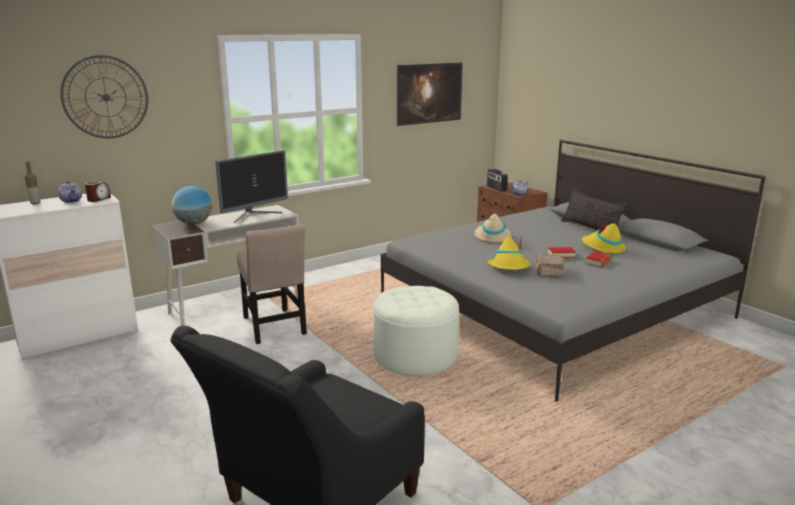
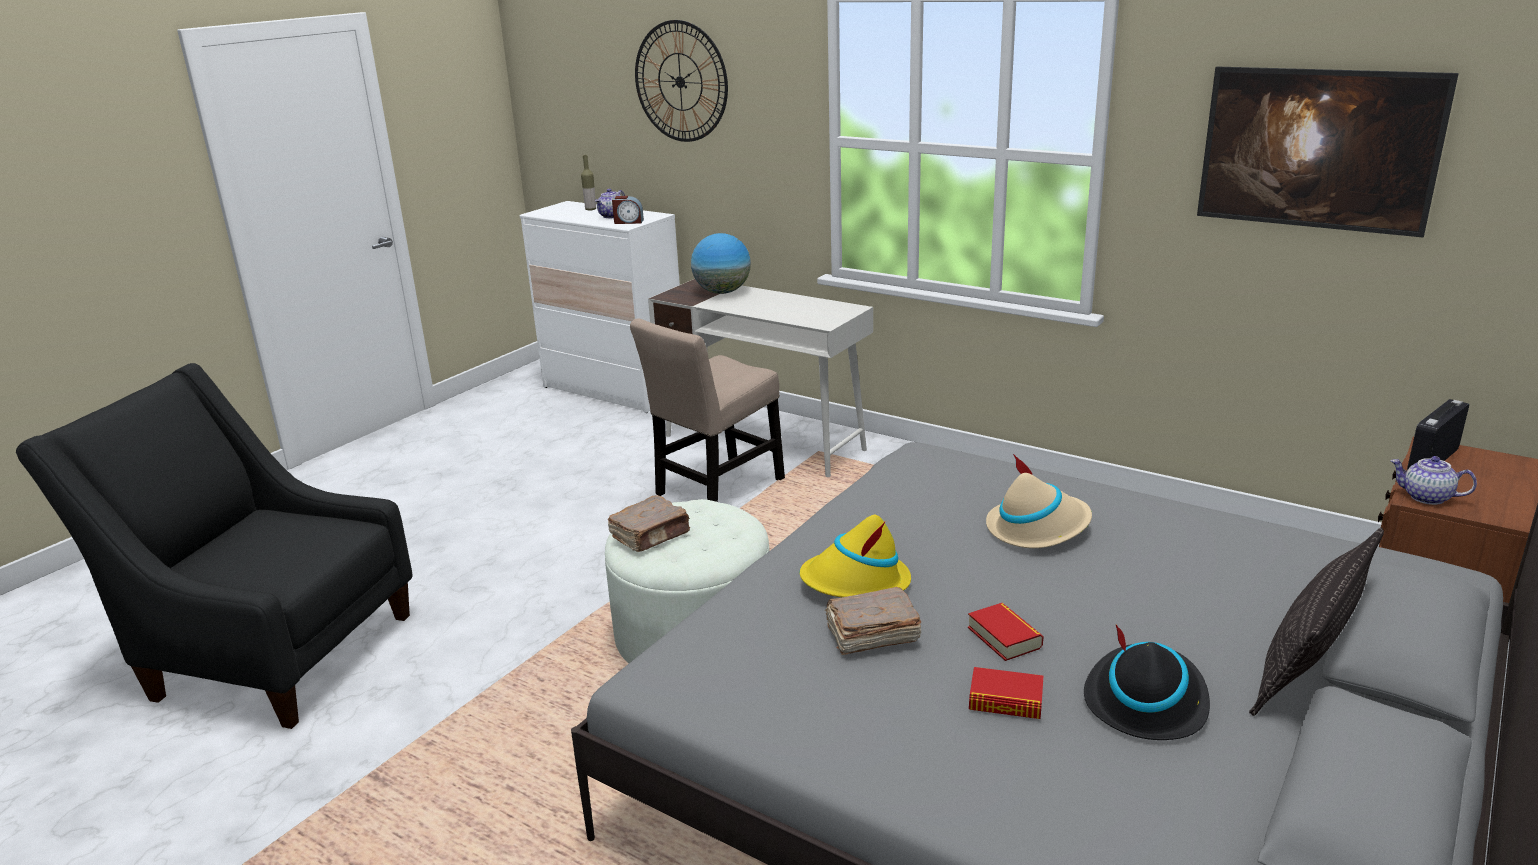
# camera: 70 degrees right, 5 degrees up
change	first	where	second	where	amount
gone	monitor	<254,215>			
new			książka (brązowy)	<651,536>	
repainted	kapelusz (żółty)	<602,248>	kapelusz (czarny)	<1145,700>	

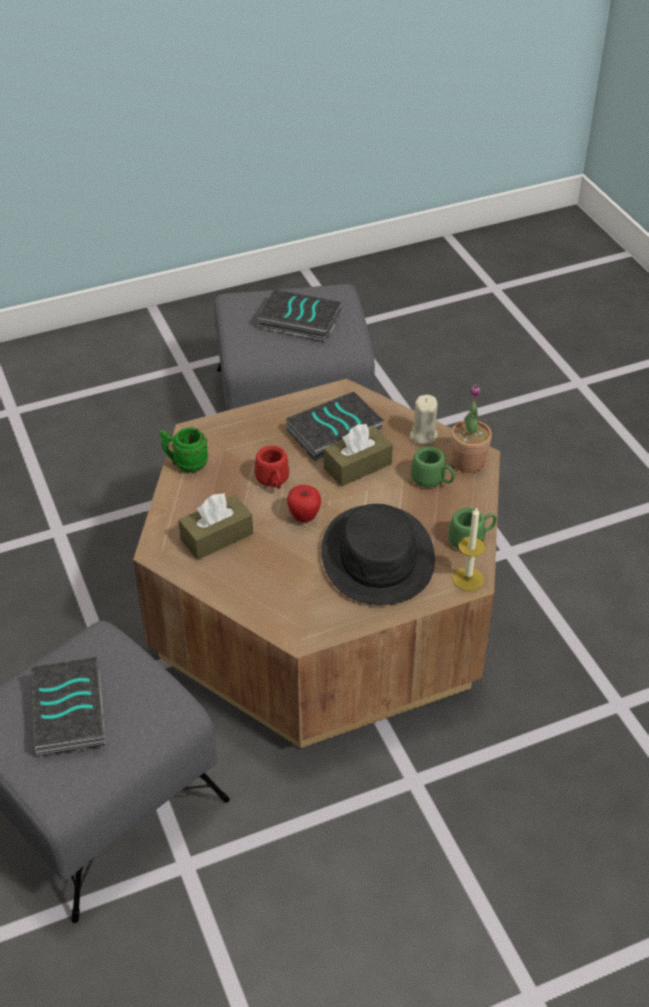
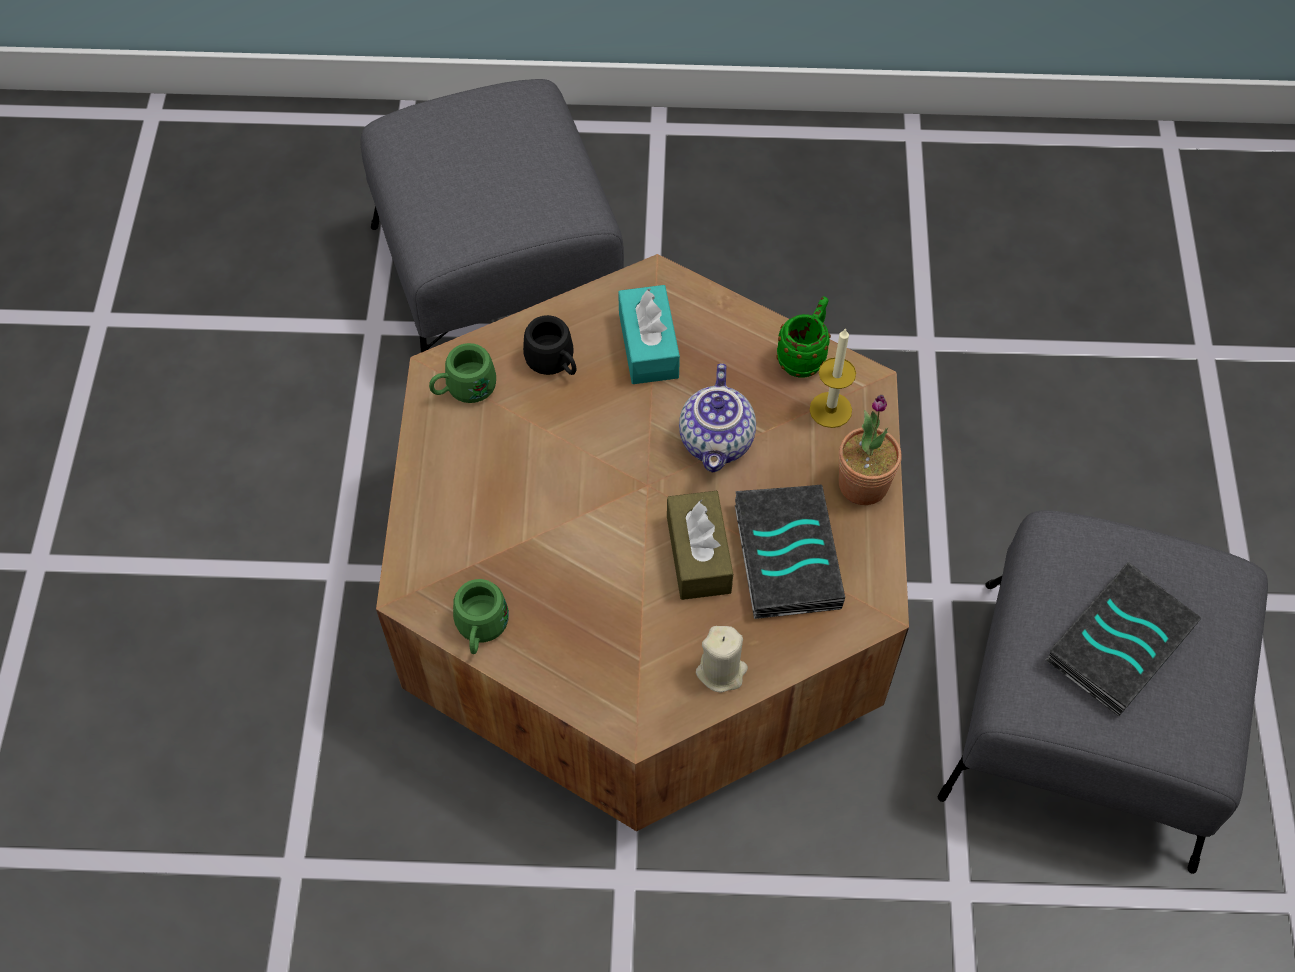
# camera: 115 degrees right, 15 degrees up
change	first	where	second	where	amount
gone	książka	<71,712>			
gone	jabłko	<304,517>			
gone	kapelusz (czarny)	<378,556>			
new			kubek (czarny)	<554,363>	
shifted	kubek (zielony)	<432,481>		<464,389>	
shifted	roślina doniczkowa	<468,462>		<863,484>	
shifted	świeca	<468,579>		<830,410>	
swapped	kubek (czerwony)	<273,481>	imbryk	<718,442>	
repainted	pudełko chusteczek (brązowy)	<217,536>	pudełko chusteczek (turkusowy)	<648,345>	

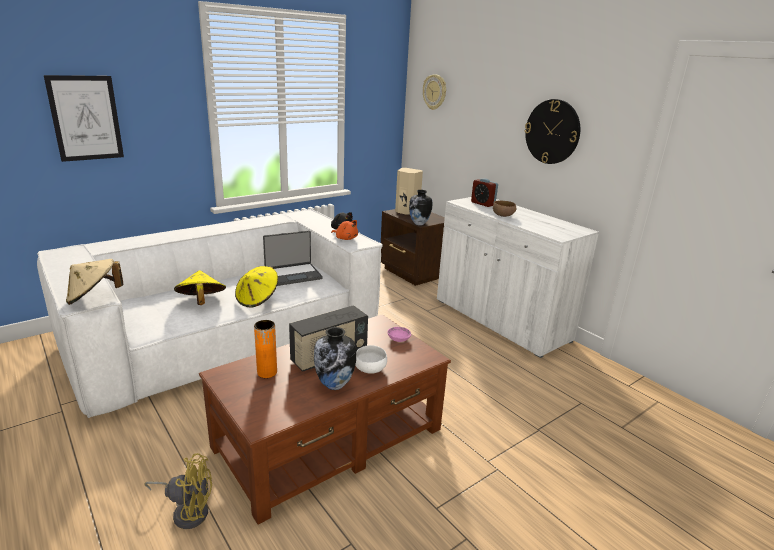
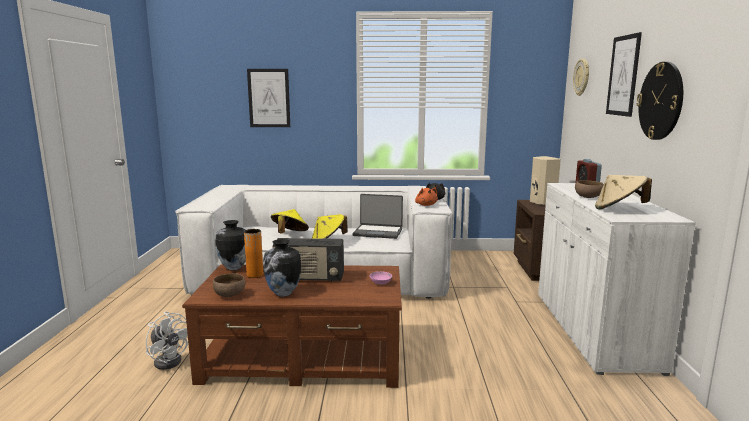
# camera: 40 degrees right, 10 degrees down
change	first	where	second	where	amount
gone	miska (biały)	<370,370>			
new			miska (brązowy)	<230,294>	
new			obraz	<623,75>	
shifted	kapelusz (beżowy)	<94,297>		<618,209>	
shifted	wazon	<419,224>		<233,268>	
repainted	wentylator (żółty)	<187,511>	wentylator (biały)	<170,360>	

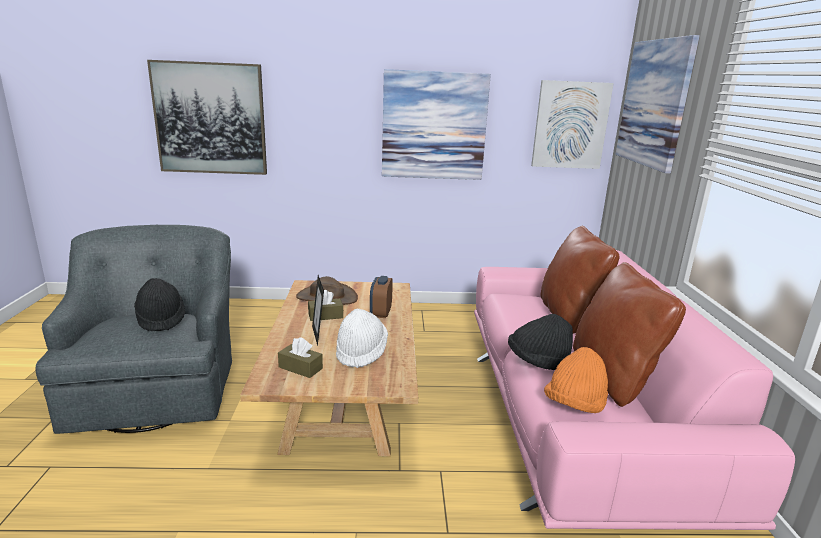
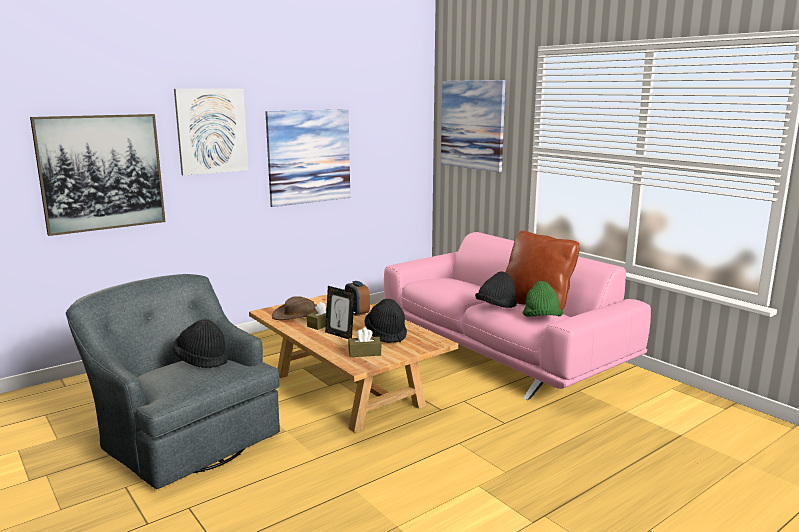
# camera: 35 degrees left, 5 degrees down
change	first	where	second	where	amount
gone	poduszka (brązowy)	<569,317>			
shifted	obraz	<570,125>		<211,131>	
repainted	kapelusz (biały)	<361,352>	kapelusz (czarny)	<386,334>	
repainted	kapelusz (pomarańczowy)	<574,405>	kapelusz (zielony)	<541,319>	

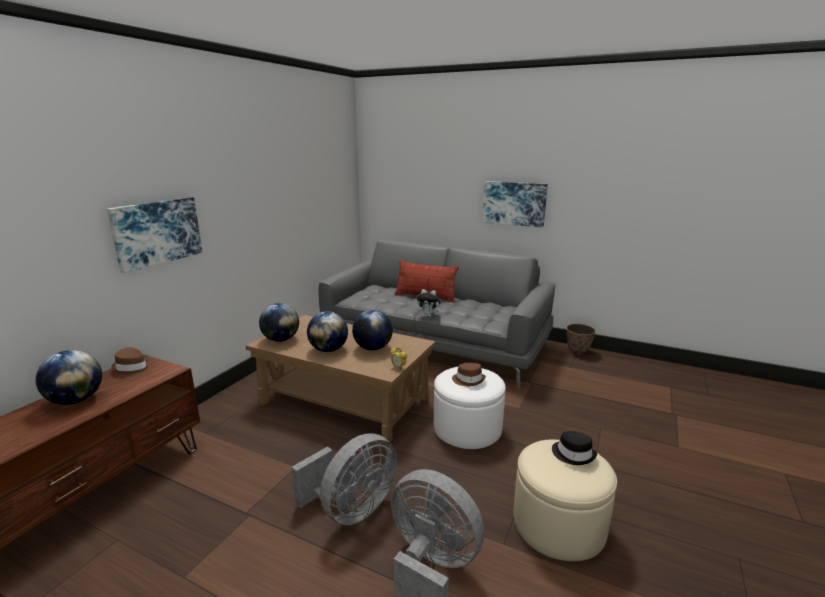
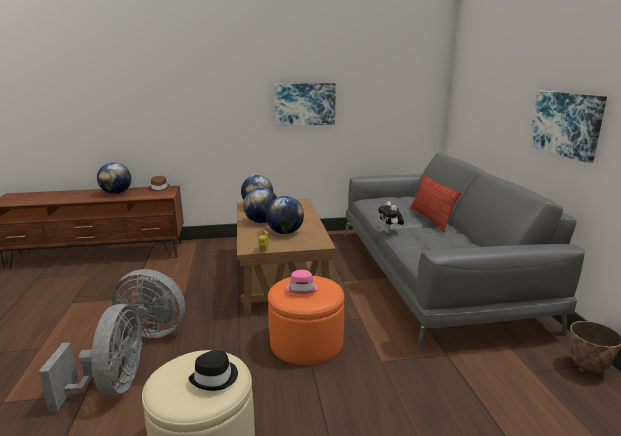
# camera: 55 degrees right, 0 degrees up
change	first	where	second	where	amount
shifted	obraz	<157,232>		<304,104>	
repainted	pufa (biały)	<467,428>	pufa (pomarańczowy)	<306,342>	
repainted	kapelusz (brązowy)	<468,380>	kapelusz (różowy)	<302,288>	

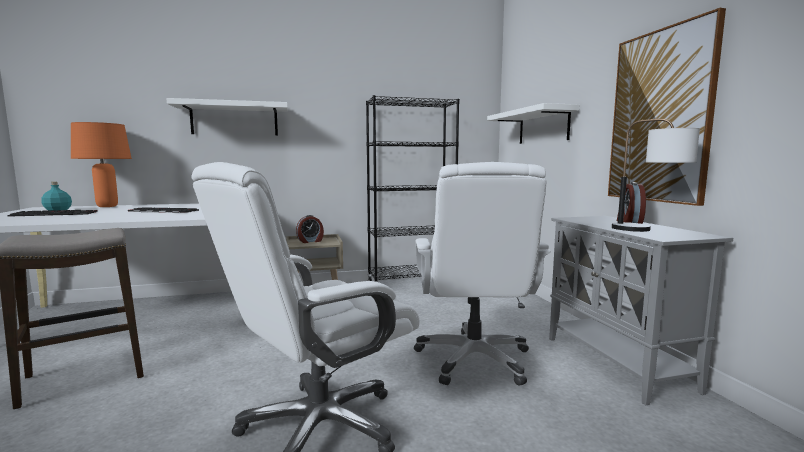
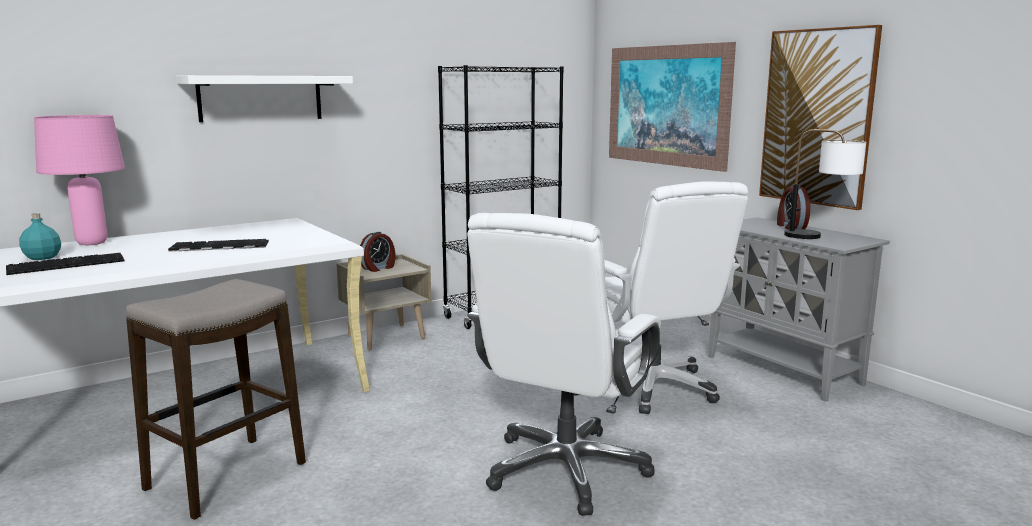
# camera: 20 degrees left, 5 degrees up
change	first	where	second	where	amount
swapped	półka (biały)	<543,126>	obraz	<666,105>	
repainted	lampa stołowa (pomarańczowy)	<107,206>	lampa stołowa (różowy)	<91,243>	

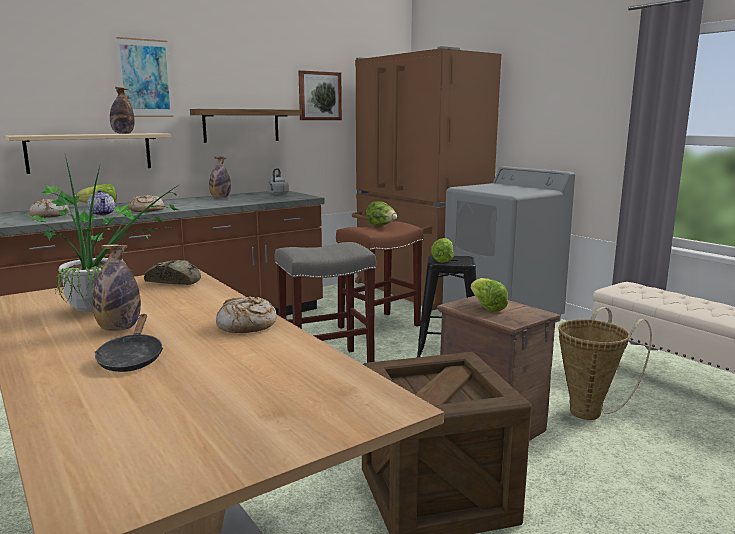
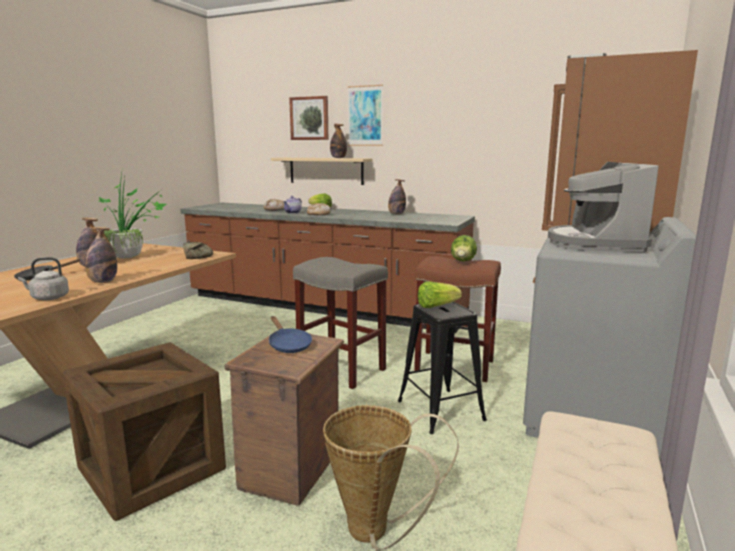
# camera: 60 degrees right, 0 degrees up
change	first	where	second	where	amount
gone	półka	<241,125>			
new			ekspres do kawy	<594,243>	
shifted	czajnik (szary)	<277,195>		<48,298>	
shifted	obraz	<319,96>		<309,118>	
swapped	chleb	<247,325>	butelka	<103,282>	
swapped	sałata	<486,307>	patelnia (niebieski)	<288,345>	

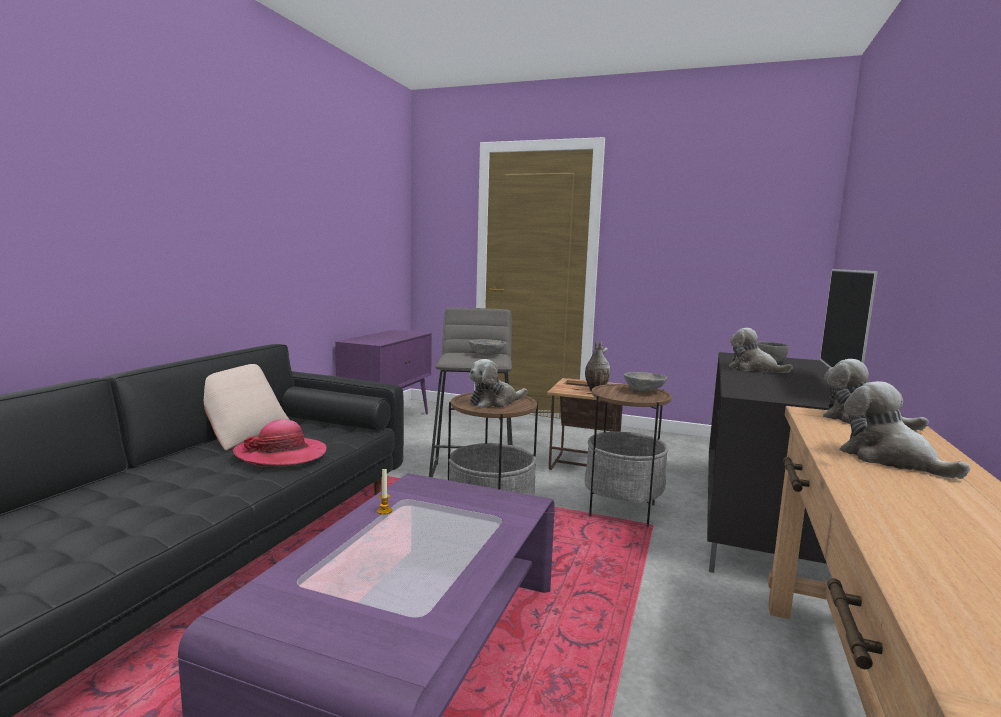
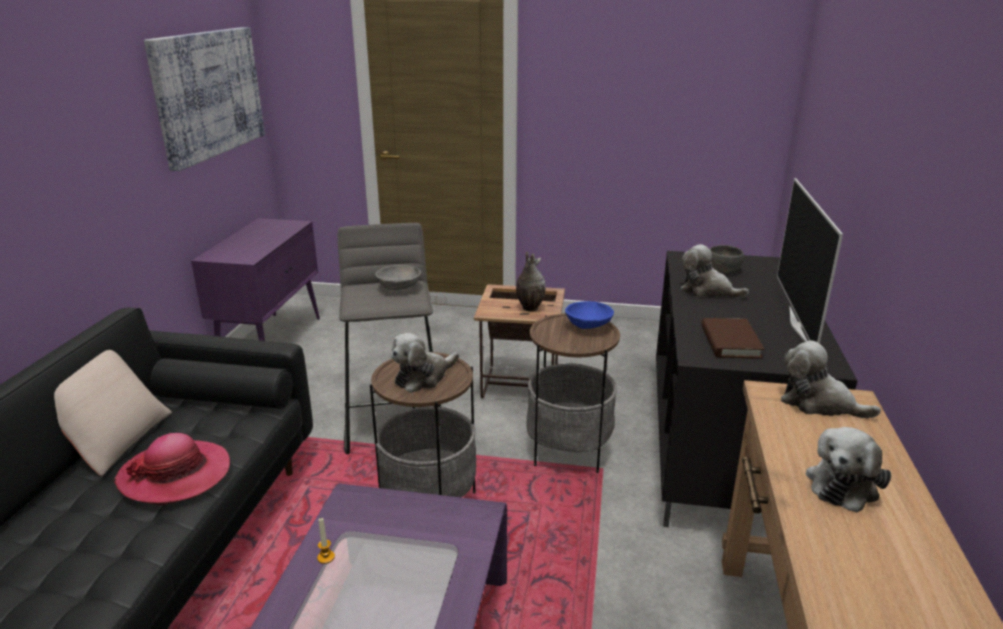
# camera: 10 degrees left, 15 degrees up
change	first	where	second	where	amount
new			obraz	<207,93>	
new			książka (brązowy)	<730,342>	
repainted	miska (szary)	<644,390>	miska (niebieski)	<589,326>	
rotated	pluszak	<890,459>		<843,483>	105 degrees counterclockwise

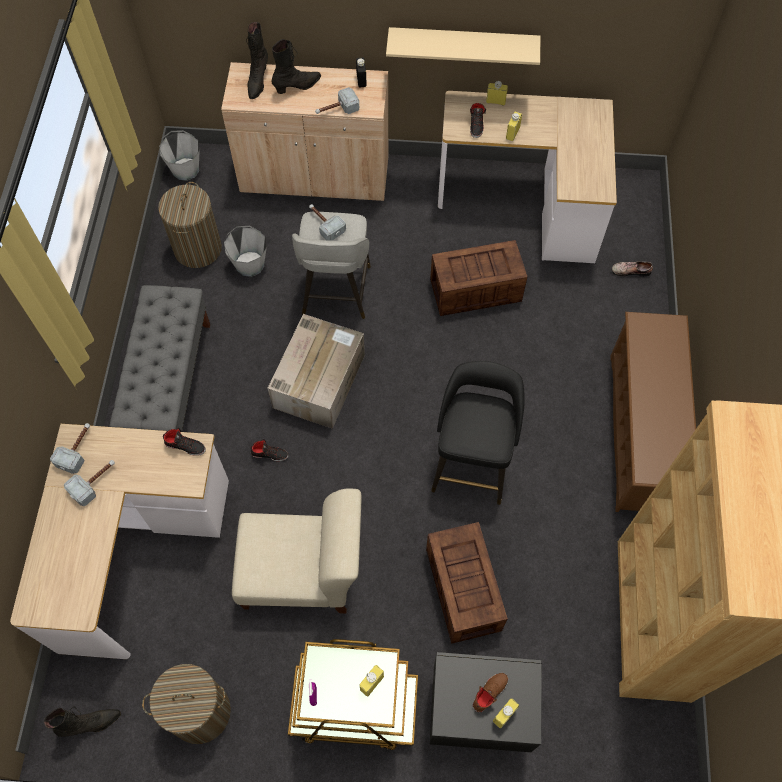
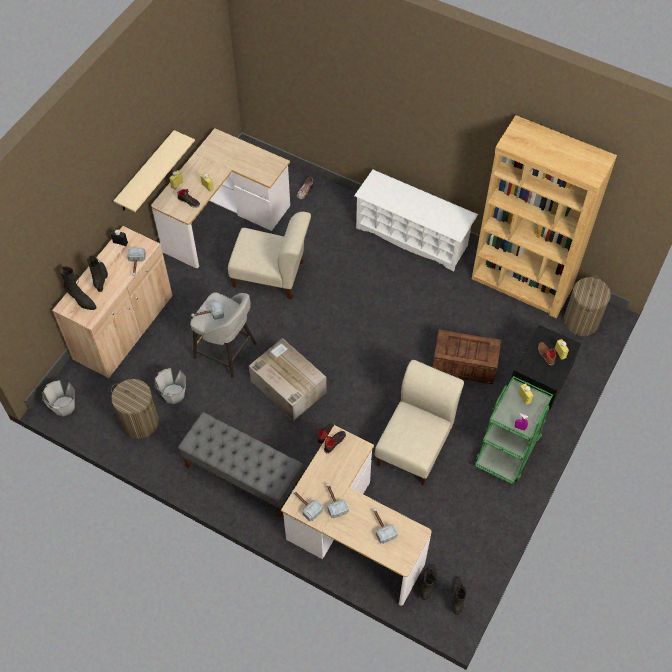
# camera: 65 degrees left, 5 degrees down
change	first	where	second	where	amount
gone	stołek (czarny)	<472,463>			
new			młotek	<381,526>	
new			but z cholewką (czarny)	<428,584>	
shifted	kosz na pranie	<200,712>		<581,321>	
swapped	skrzynka	<474,290>	krzesło (beżowy)	<271,275>	
repainted	wózek (brązowy)	<353,707>	wózek (zielony)	<508,448>	
repainted	regał na buty (brązowy)	<641,432>	regał na buty (biały)	<412,237>	

